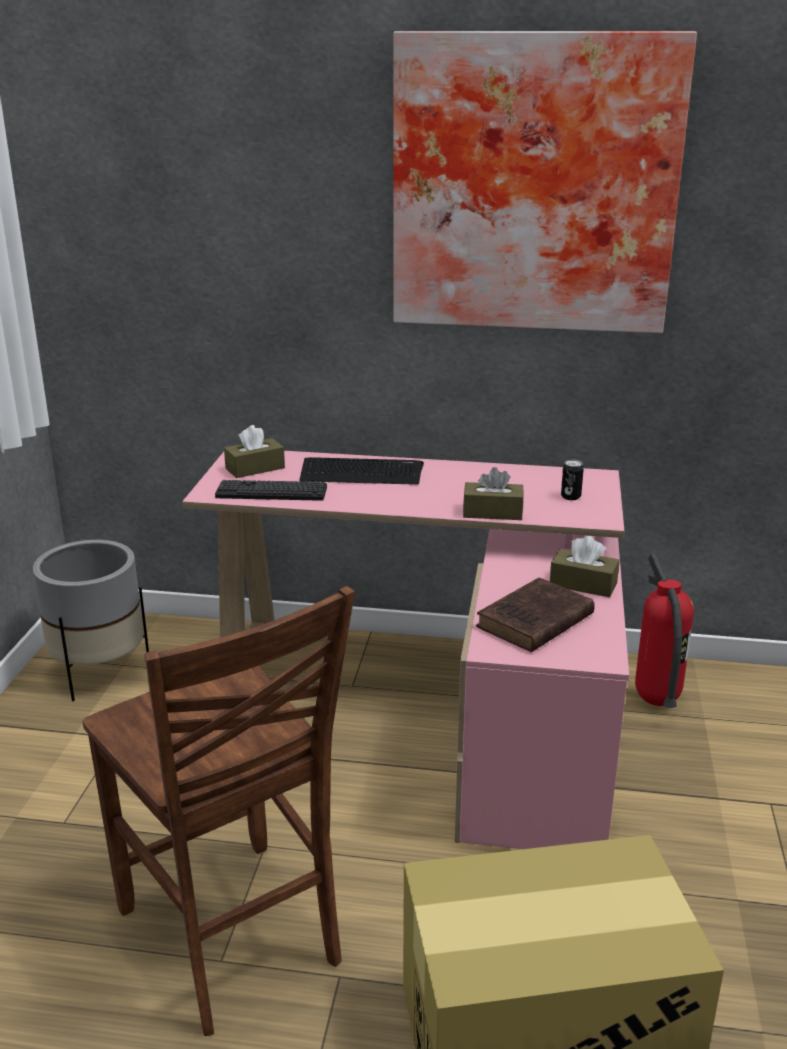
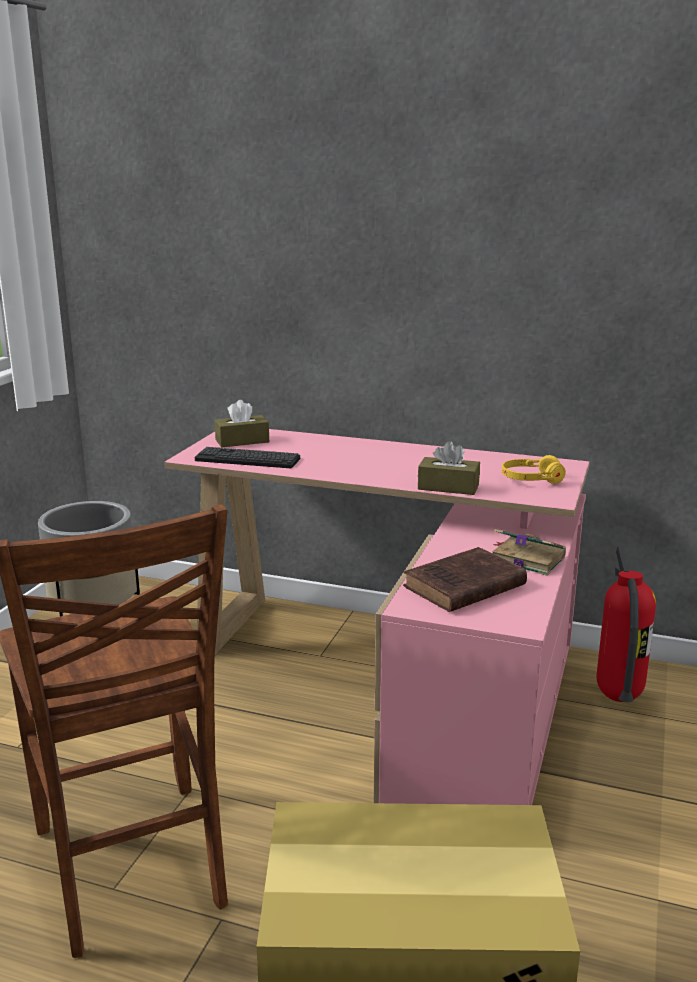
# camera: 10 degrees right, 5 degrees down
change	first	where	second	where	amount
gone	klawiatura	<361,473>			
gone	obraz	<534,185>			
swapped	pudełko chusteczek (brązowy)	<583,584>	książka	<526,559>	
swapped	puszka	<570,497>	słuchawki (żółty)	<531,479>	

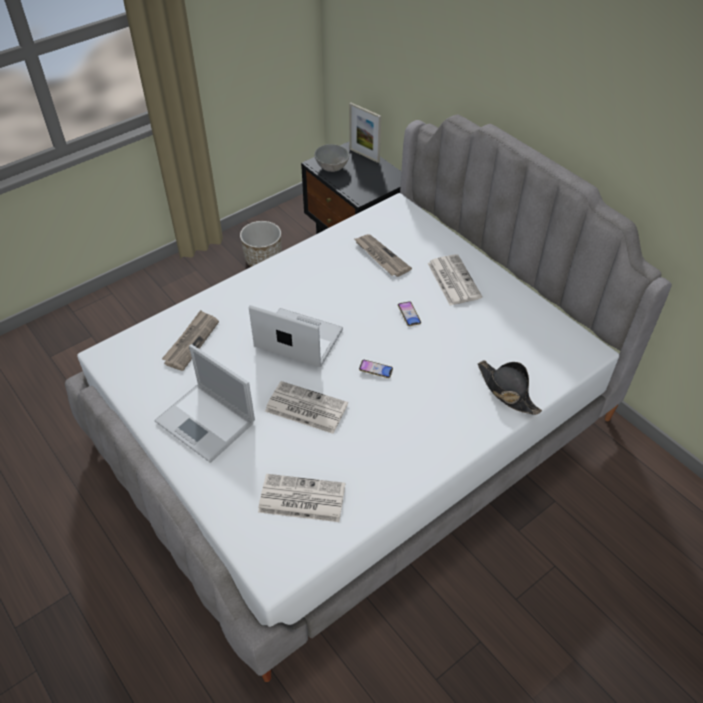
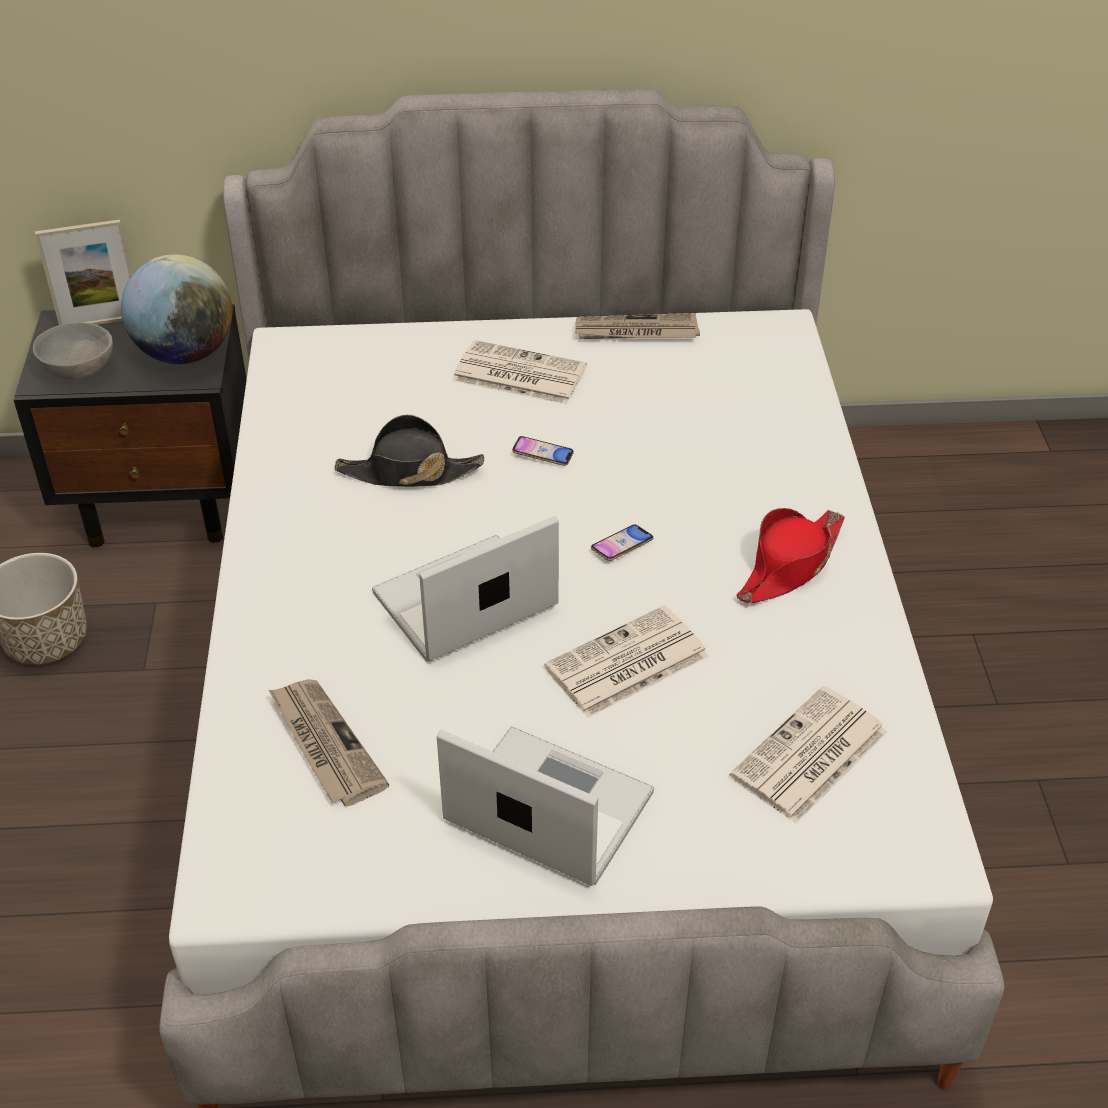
# camera: 55 degrees left, 5 degrees down
change	first	where	second	where	amount
new			globus	<185,353>	
new			kapelusz (czerwony)	<790,565>	
shifted	gazeta	<381,257>		<636,332>	
shifted	kapelusz (czarny)	<507,391>		<409,472>	
rotated	laptop	<207,422>		<545,806>	135 degrees counterclockwise

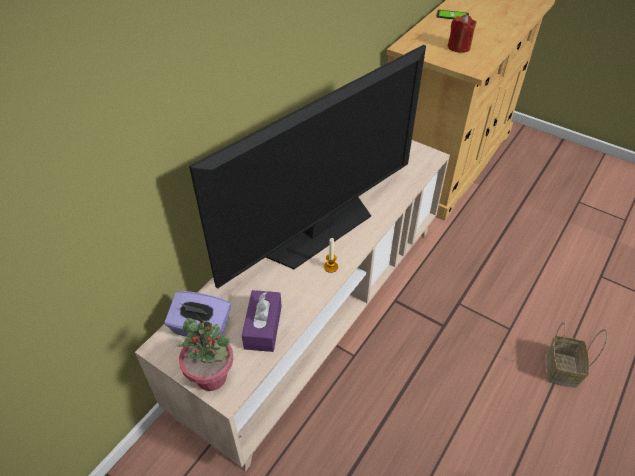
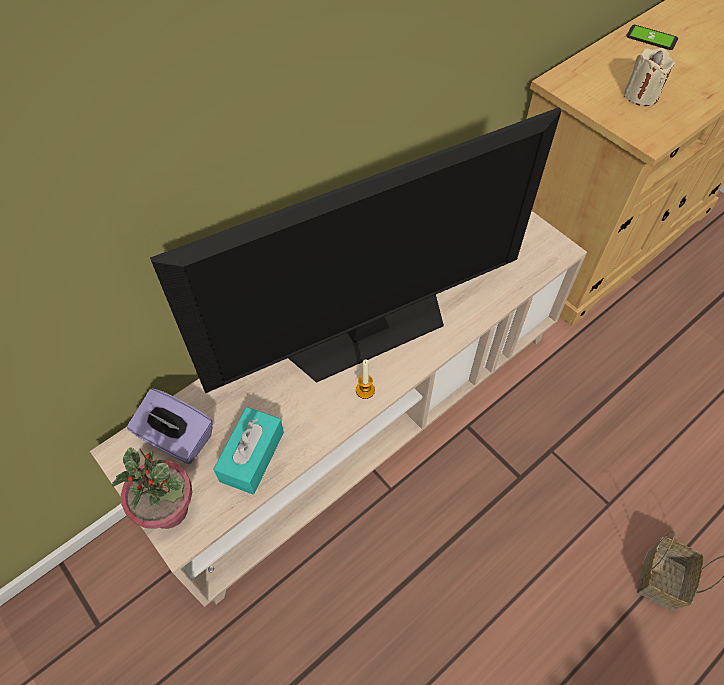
# camera: 15 degrees right, 10 degrees up
change	first	where	second	where	amount
repainted	pudełko chusteczek (fioletowy)	<263,327>	pudełko chusteczek (turkusowy)	<252,456>	
repainted	świeca (czerwony)	<458,47>	świeca (beżowy)	<641,95>	

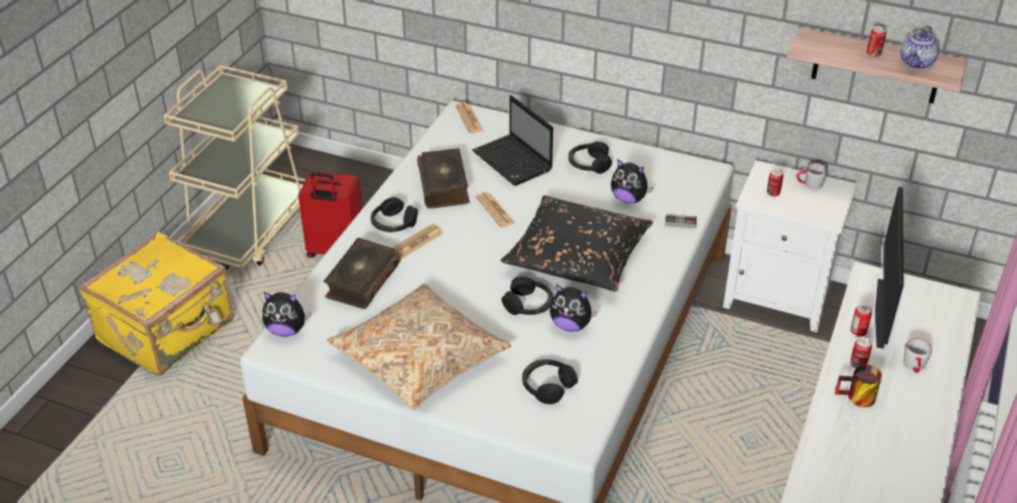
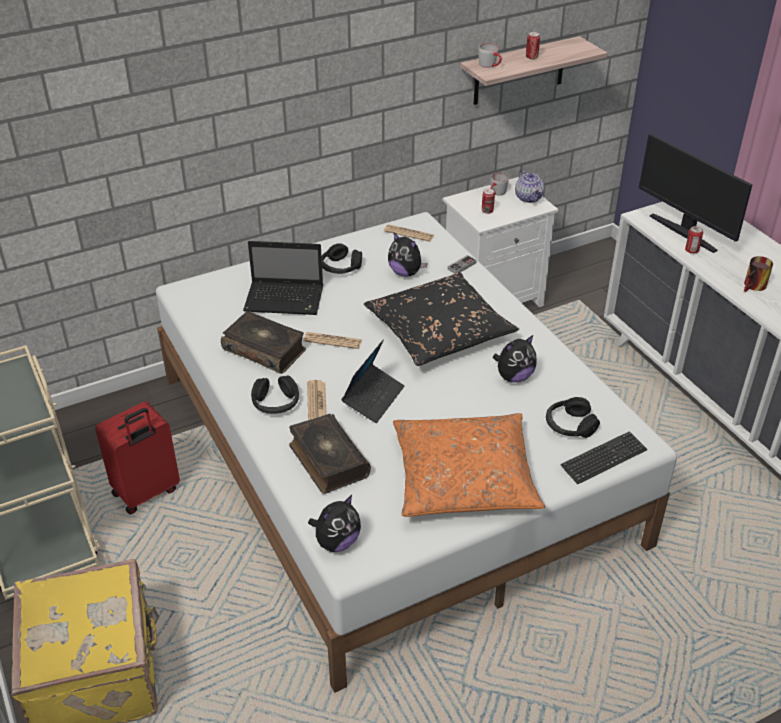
# camera: 50 degrees left, 0 degrees up
change	first	where	second	where	amount
gone	słuchawki (czarny)	<529,305>			
gone	puszka	<858,365>			
new			laptop	<373,398>	
new			klawiatura	<603,459>	
shifted	gazeta	<469,118>		<409,233>	
shifted	imbryk	<917,63>		<529,198>	
shifted	kubek (szary)	<915,367>		<490,65>	
repainted	poduszka (beżowy)	<419,358>	poduszka (pomarańczowy)	<464,477>	
rotated	pluszak	<629,199>		<406,273>	60 degrees clockwise

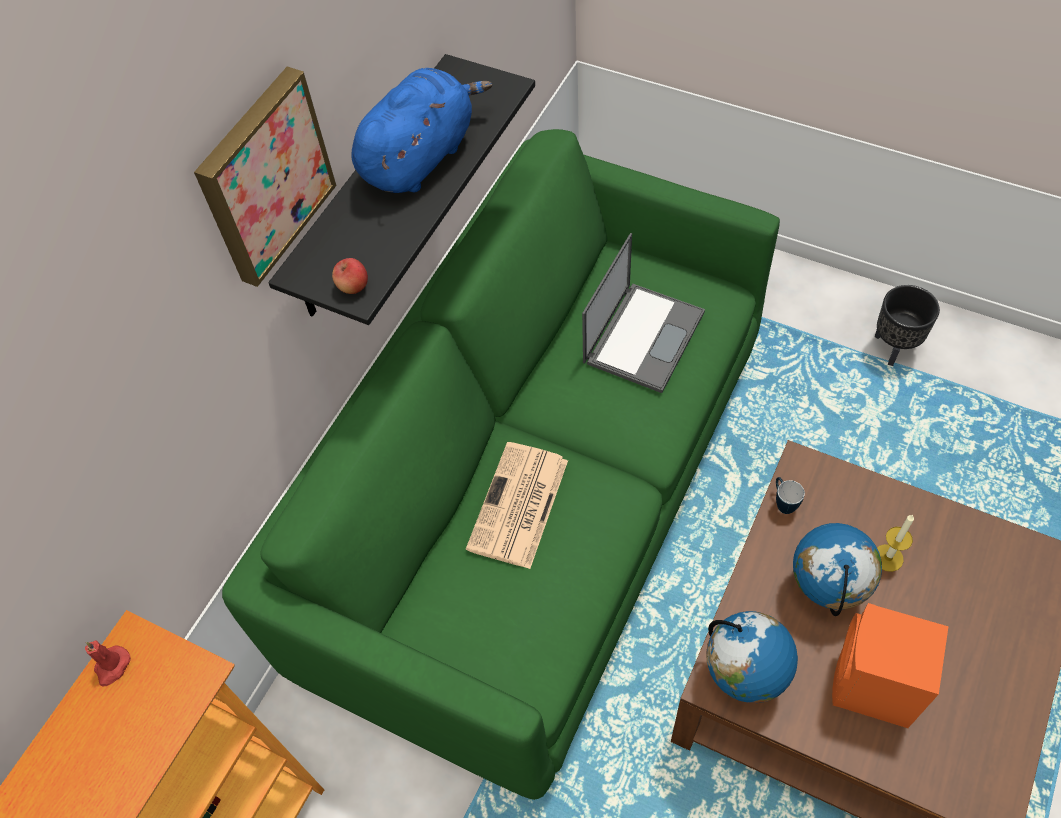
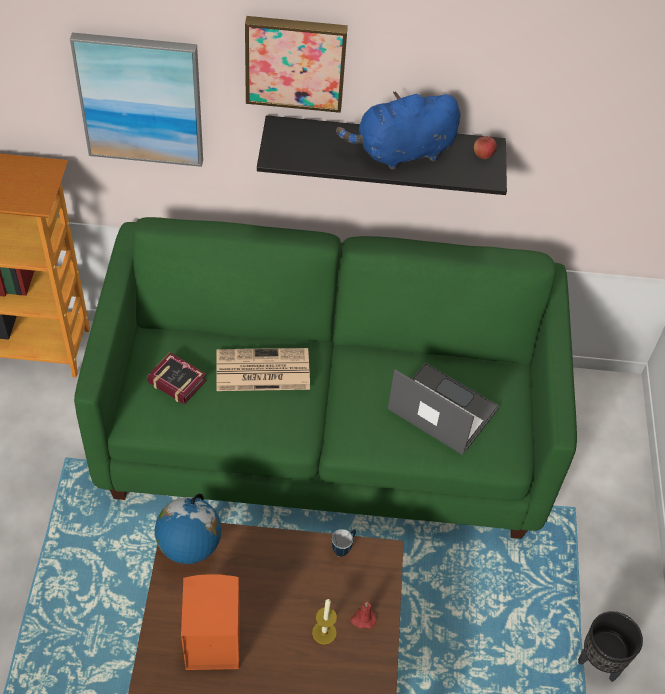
# camera: 60 degrees right, 5 degrees down
change	first	where	second	where	amount
gone	globus	<825,590>			
new			obraz	<141,99>	
new			książka	<176,379>	
shifted	świeca (czerwony)	<112,667>		<363,619>	
shifted	jabłko	<353,286>		<483,155>	
rotated	pluszak (niebieski)	<420,157>		<401,152>	150 degrees clockwise
rotated	laptop	<644,336>		<441,408>	150 degrees counterclockwise

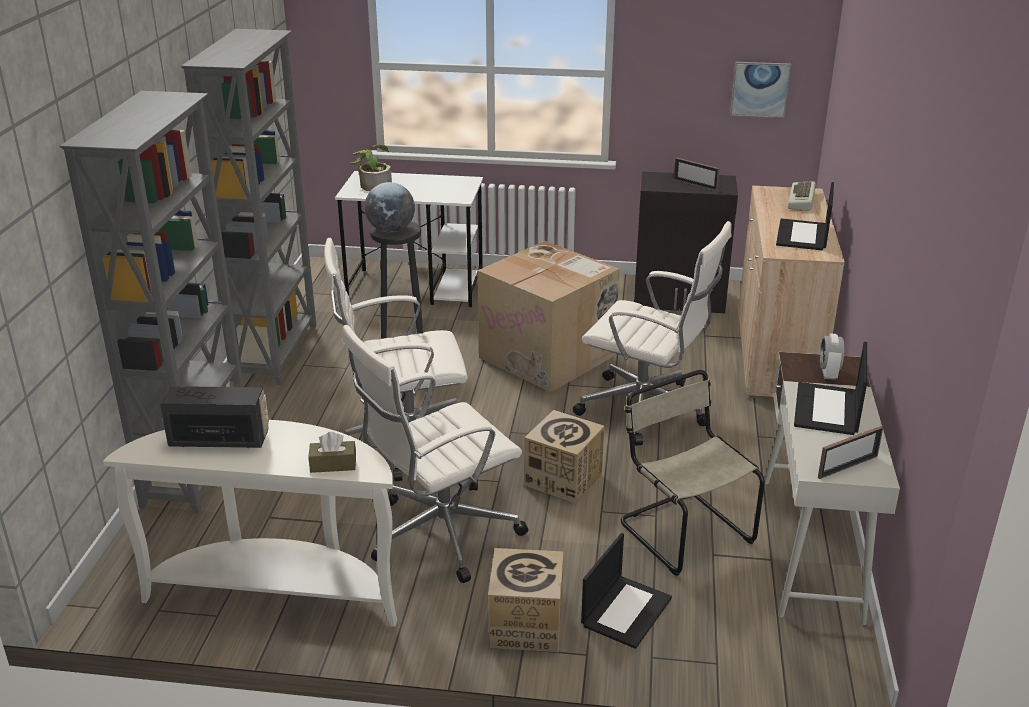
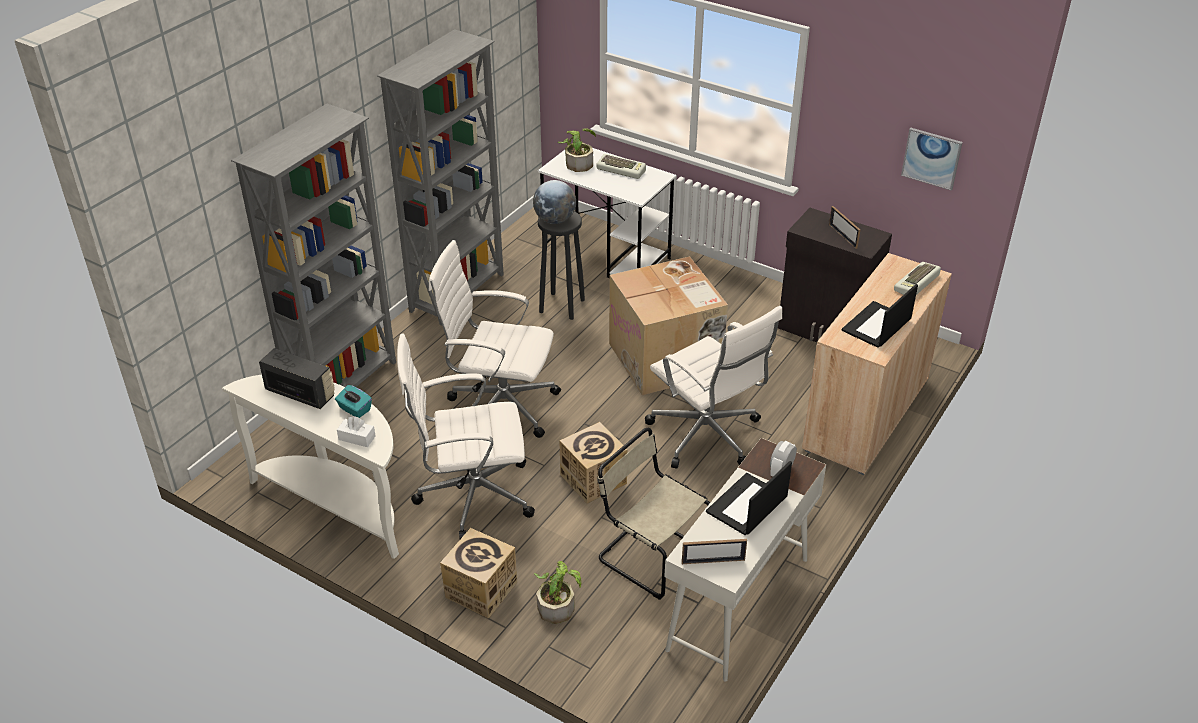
# camera: 25 degrees right, 10 degrees up
change	first	where	second	where	amount
new			pudełko chusteczek (turkusowy)	<354,409>	
new			klawiatura	<622,169>	
swapped	laptop	<626,610>	roślina doniczkowa	<558,604>	
repainted	pudełko chusteczek (brązowy)	<333,464>	pudełko chusteczek (biały)	<357,438>	
rotated	krzesło (beżowy)	<682,530>		<650,554>	45 degrees counterclockwise

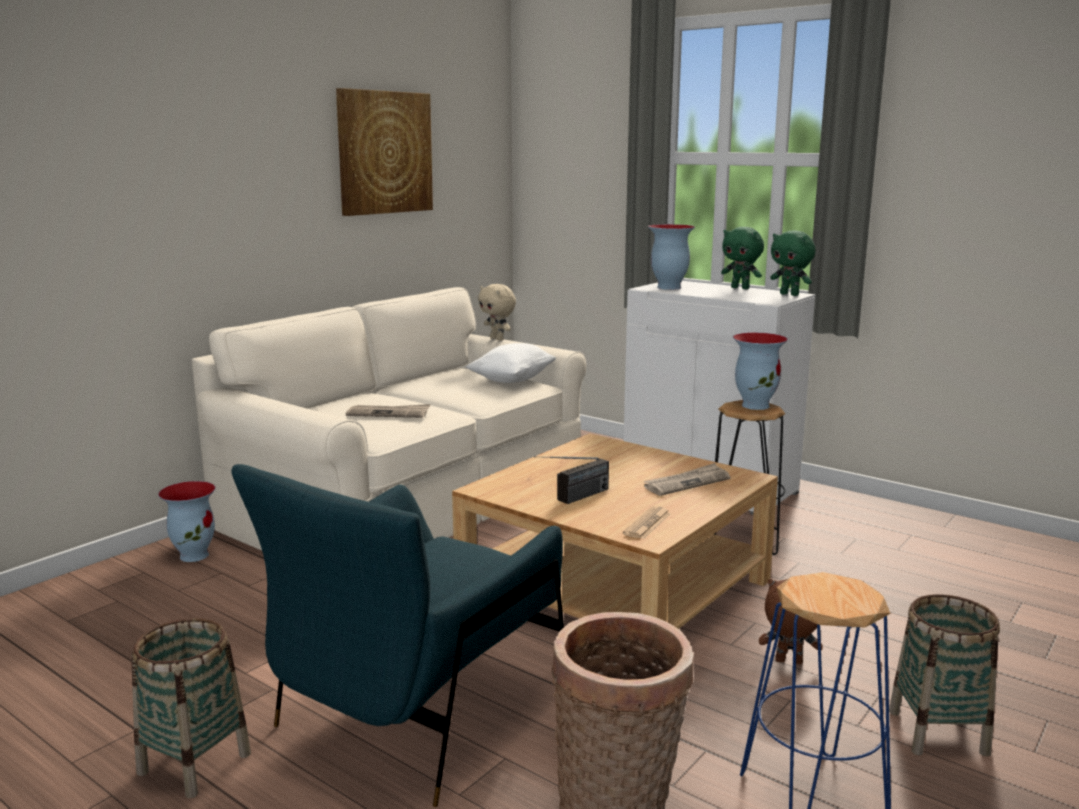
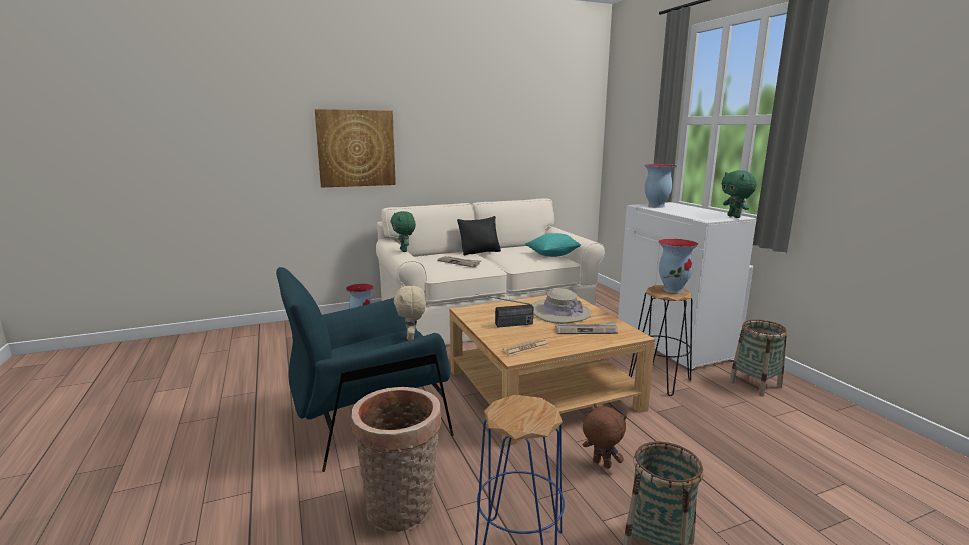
# camera: 30 degrees right, 0 degrees up
change	first	where	second	where	amount
new			poduszka (czarny)	<480,252>	
new			kapelusz (beżowy)	<560,312>	
shifted	koszyk	<195,763>		<755,384>	
shifted	obraz	<384,152>		<356,148>	
shifted	pluszak (beżowy)	<497,339>		<412,338>	
shifted	pluszak (zielony)	<740,288>		<404,251>	
repainted	poduszka (biały)	<512,380>	poduszka (turkusowy)	<553,255>	

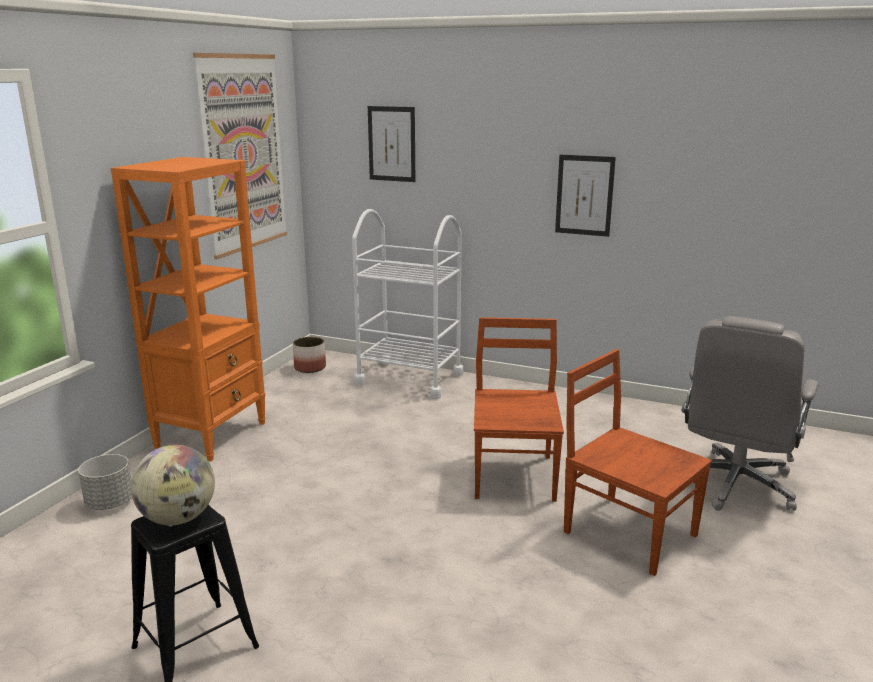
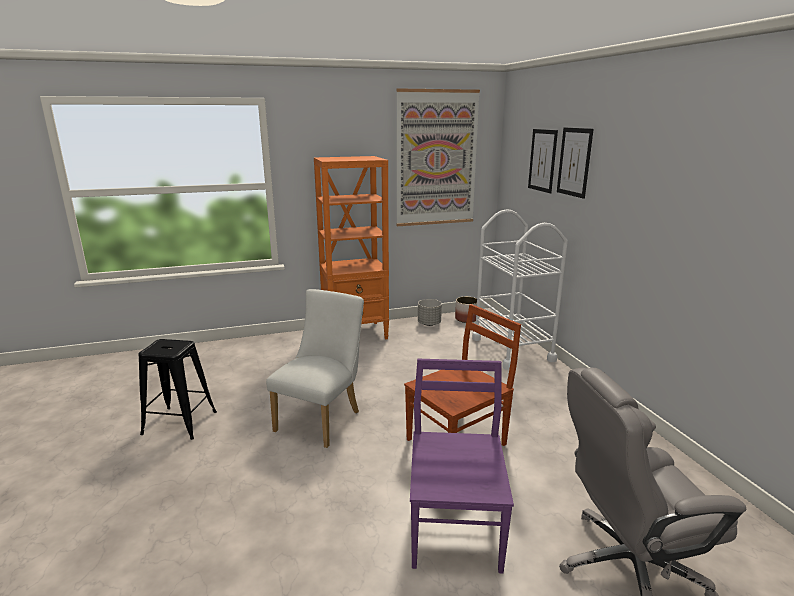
# camera: 50 degrees right, 0 degrees up
change	first	where	second	where	amount
gone	globus	<178,518>			
new			krzesło (biały)	<322,418>	
shifted	donica (szary)	<110,503>		<429,323>	
shifted	obraz	<584,195>		<574,162>	
repainted	krzesło (brązowy)	<627,532>	krzesło (fioletowy)	<455,528>	

